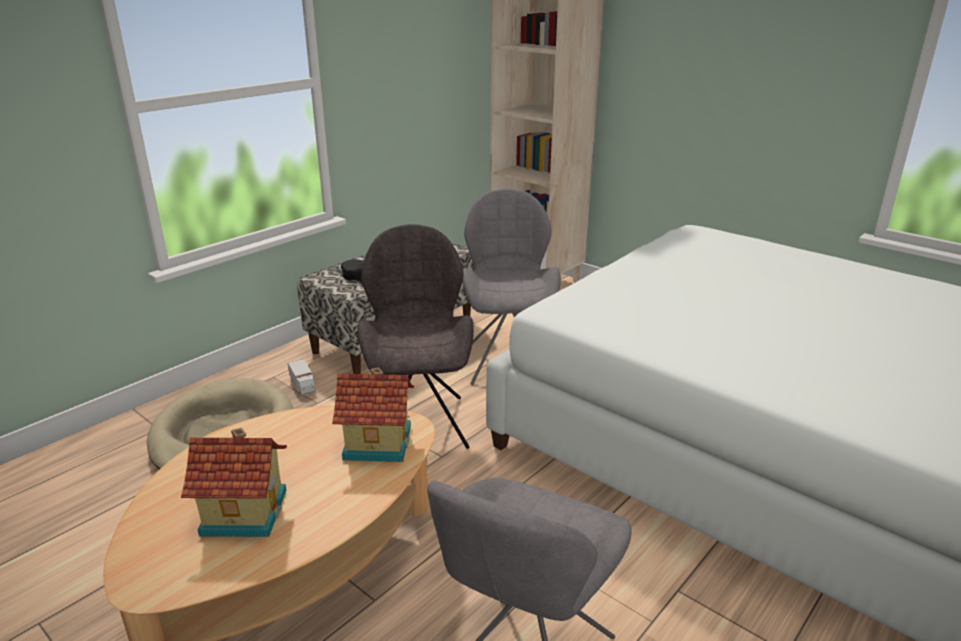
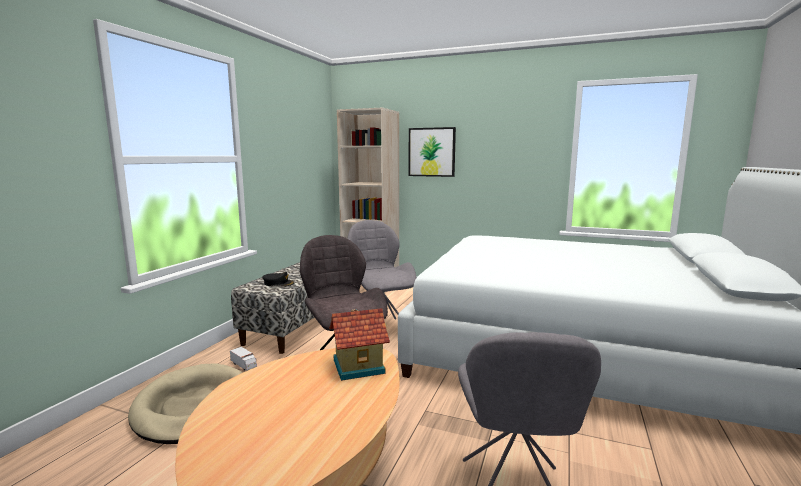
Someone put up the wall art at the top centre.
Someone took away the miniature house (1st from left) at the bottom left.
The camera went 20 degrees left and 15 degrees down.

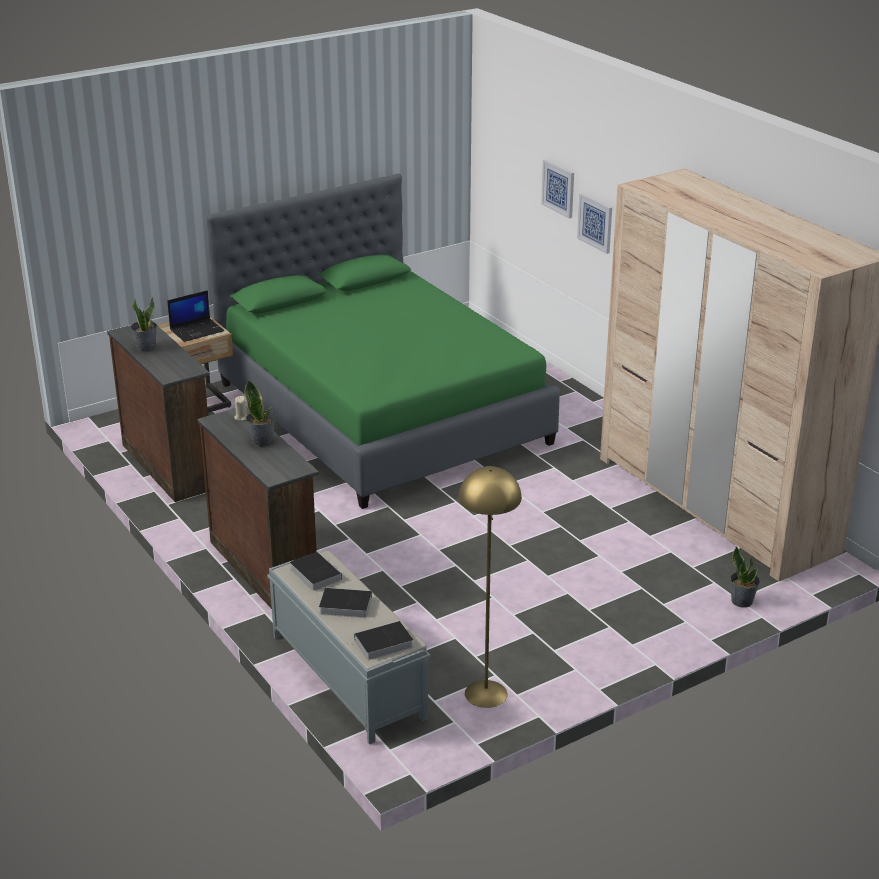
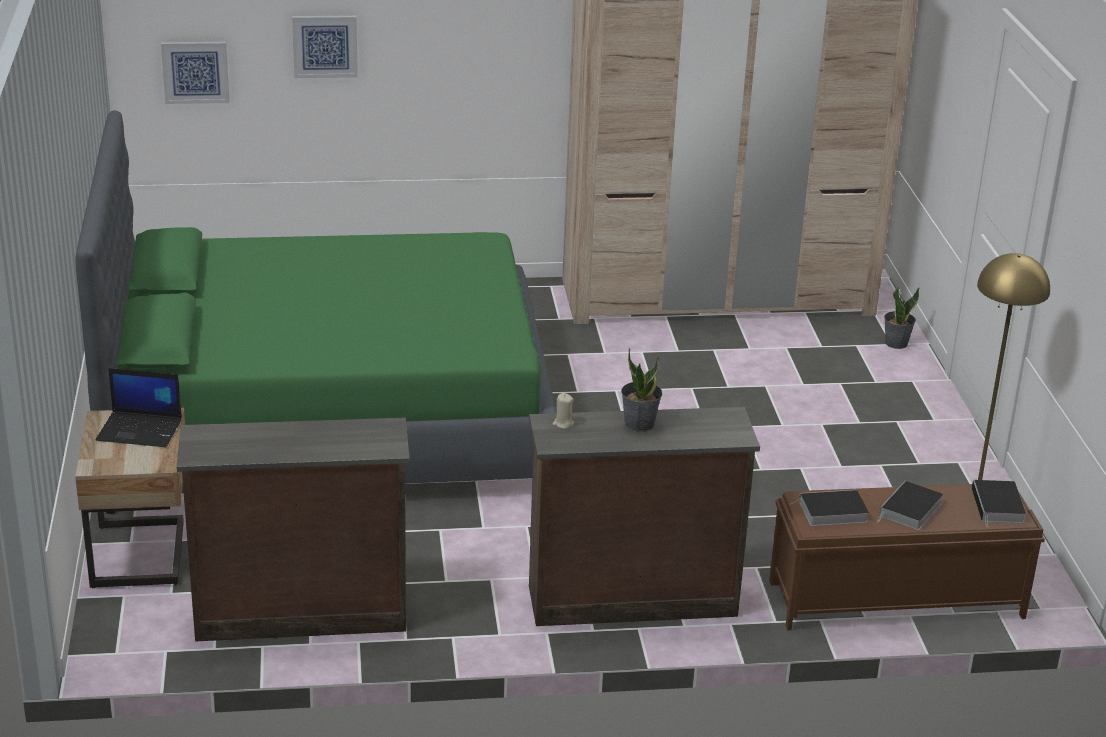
Someone rotated the laptop at the middle left by 105 degrees clockwise.
Someone carried the wall art (2nd from left in the first image) from the top right to the top left.
Someone repainted the greyish bench at the bottom centre, which became the brown-coloured bench at the bottom right.
Someone took away the houseplant (1st from left) at the middle left.
The camera went 65 degrees left and 0 degrees up.

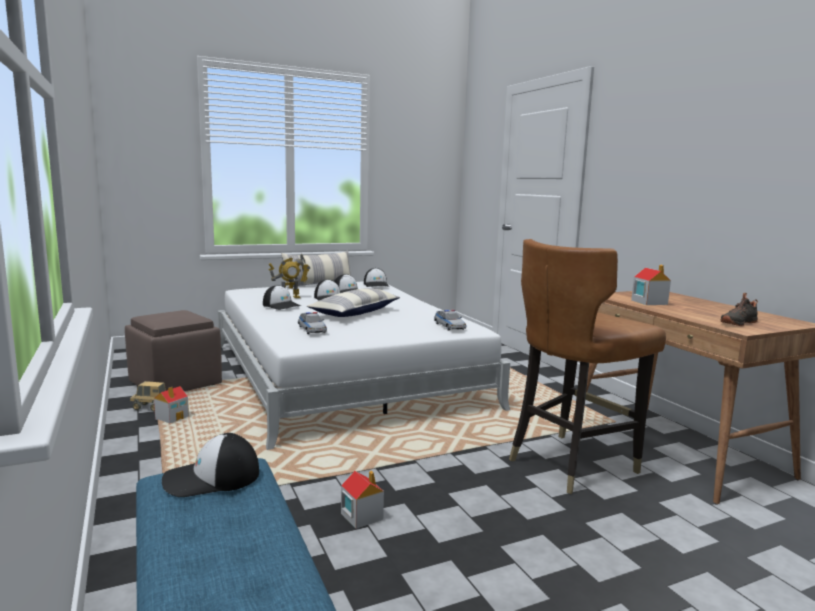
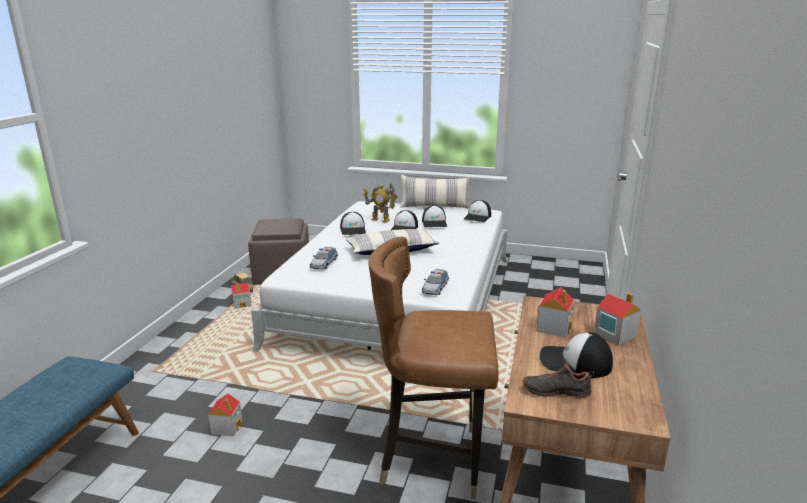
Someone carried the peaked cap (1st from left in the first image) from the bottom left to the bottom right.
Someone put down the miniature house (4th from left) at the middle right.
The camera went 40 degrees right and 10 degrees up.

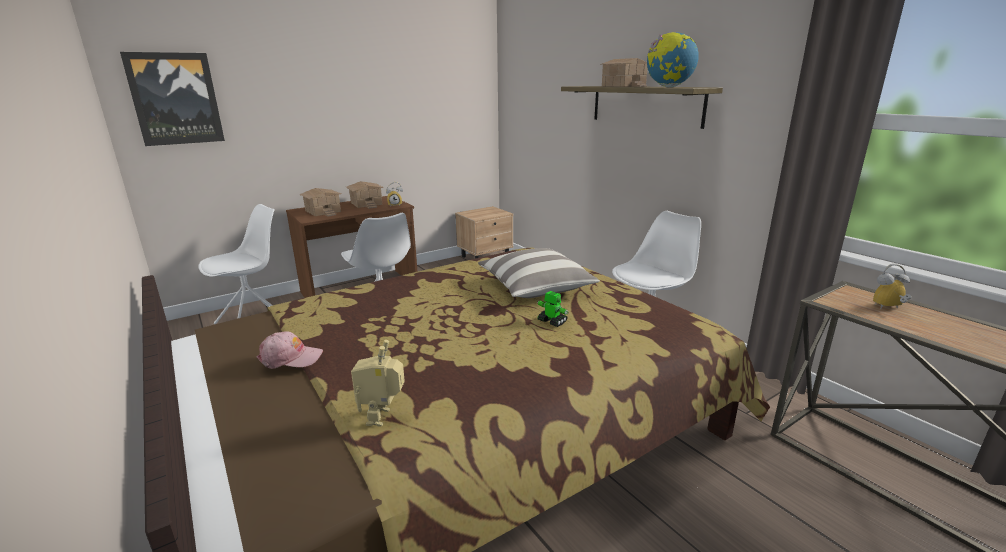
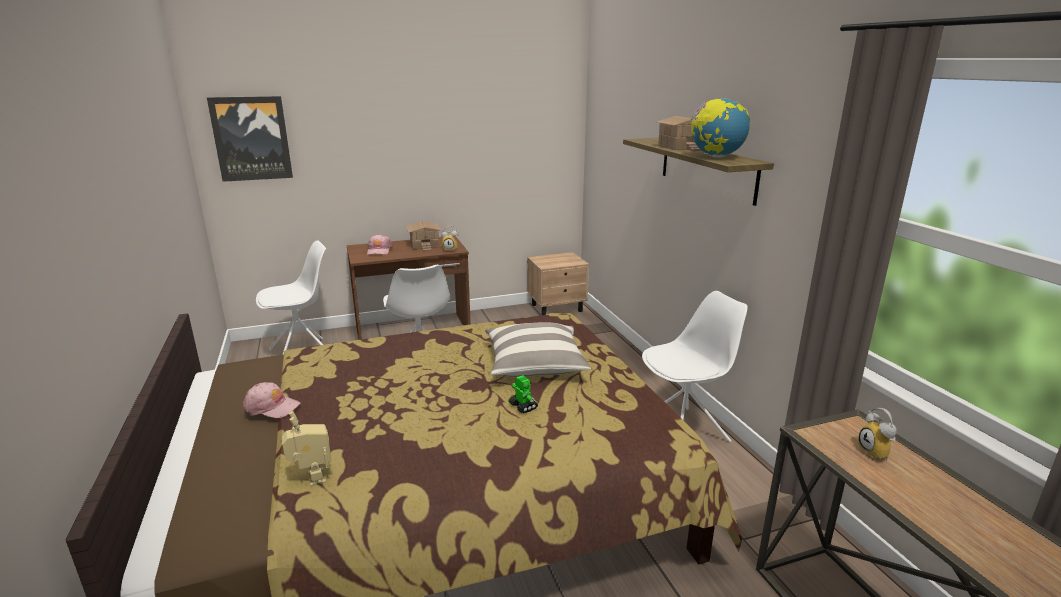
Someone rotated the model robot (1st from left) at the bottom centre by 135 degrees clockwise.
Someone swapped the miniature house (1st from left) at the middle left for the pink-coloured peaked cap (2nd from left) at the centre.
Someone rotated the alarm clock (2nd from left) at the middle right by 105 degrees counterclockwise.
The camera went 15 degrees right and 0 degrees up.

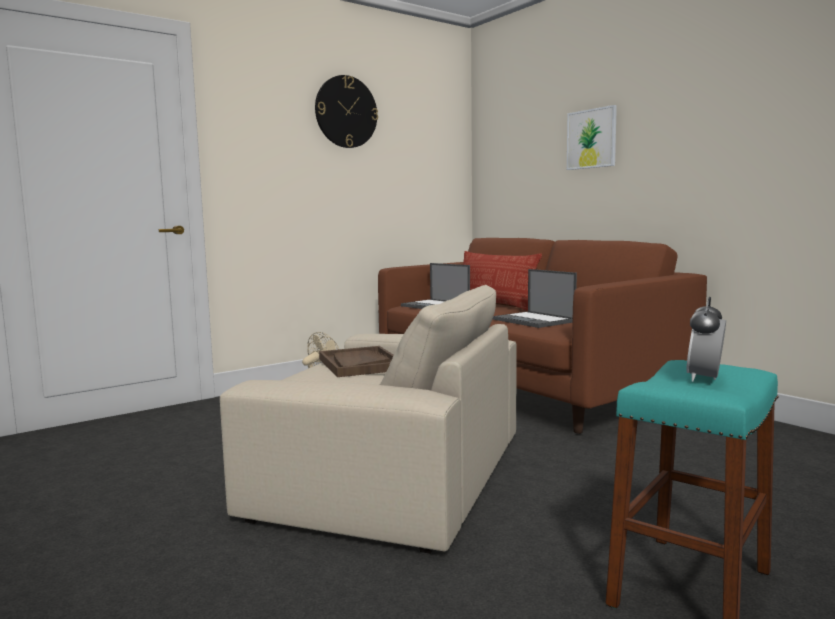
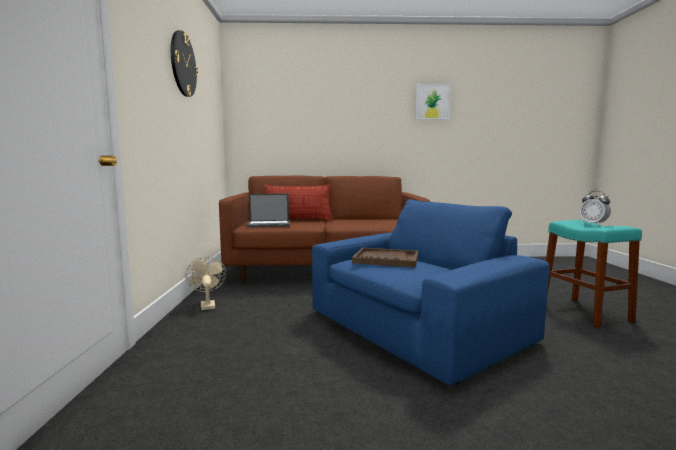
Someone repainted the beige easy chair at the bottom centre, which became the bluish easy chair at the centre.
Someone carried the wall art from the top right to the top centre.
Someone took away the laptop (2nd from left) at the centre.
The camera went 55 degrees left and 0 degrees up.

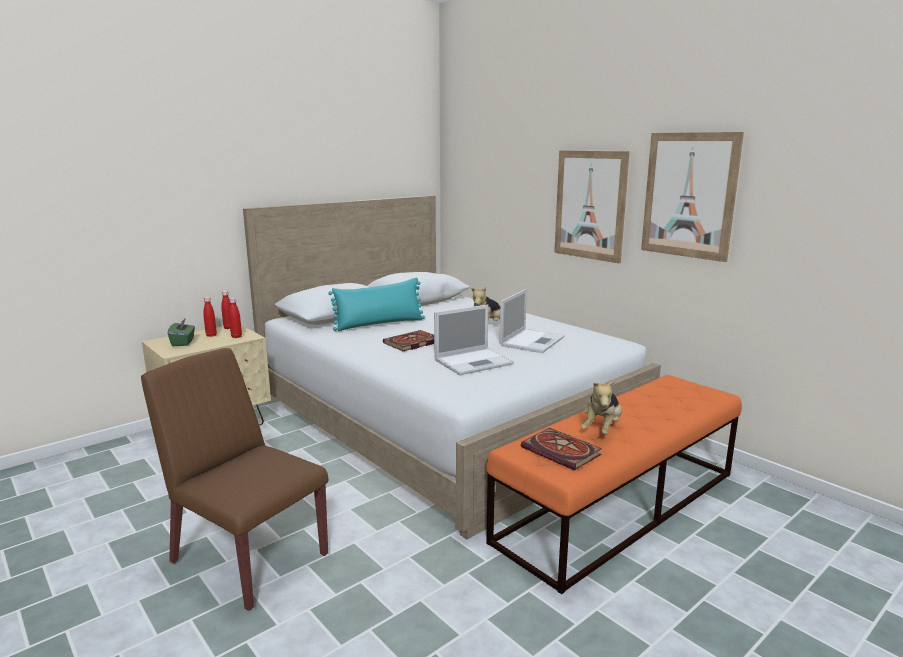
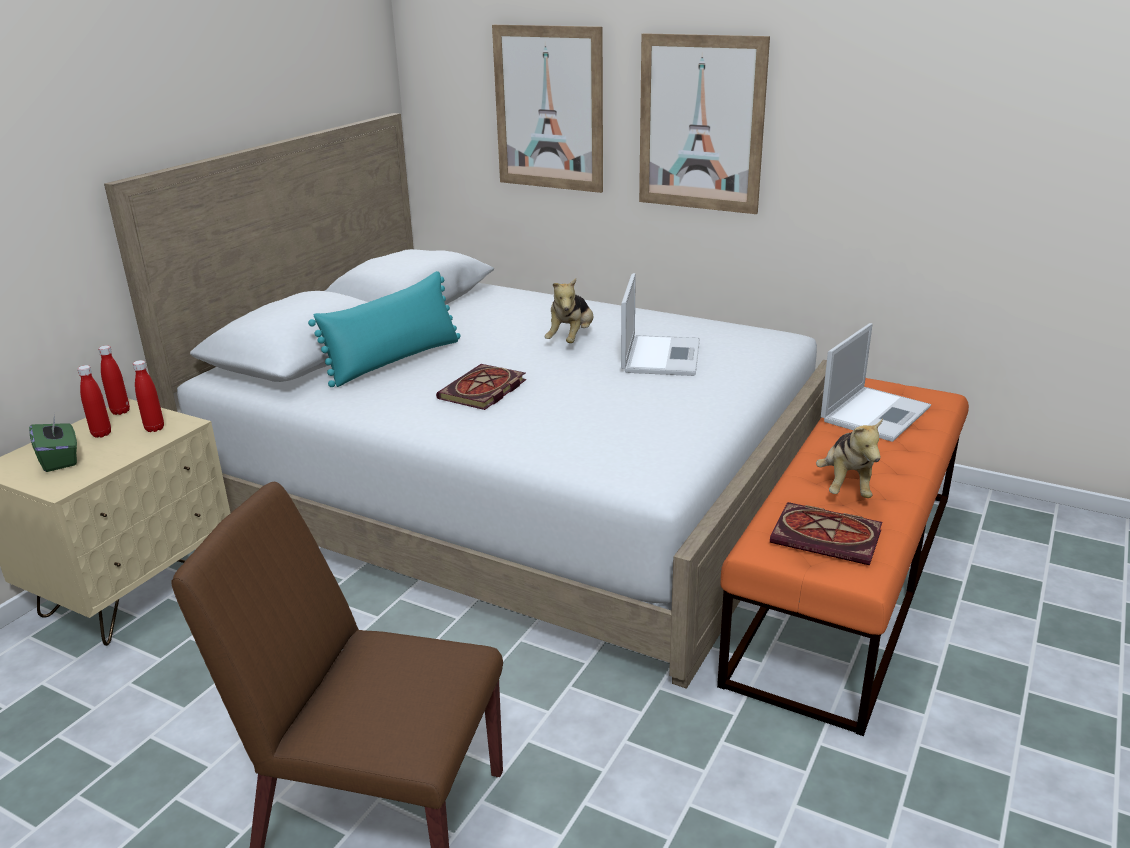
Someone carried the wall art (2nd from left in the first image) from the top right to the top centre.
Someone carried the laptop (1st from left in the first image) from the centre to the middle right.
The camera went 20 degrees left and 10 degrees up.

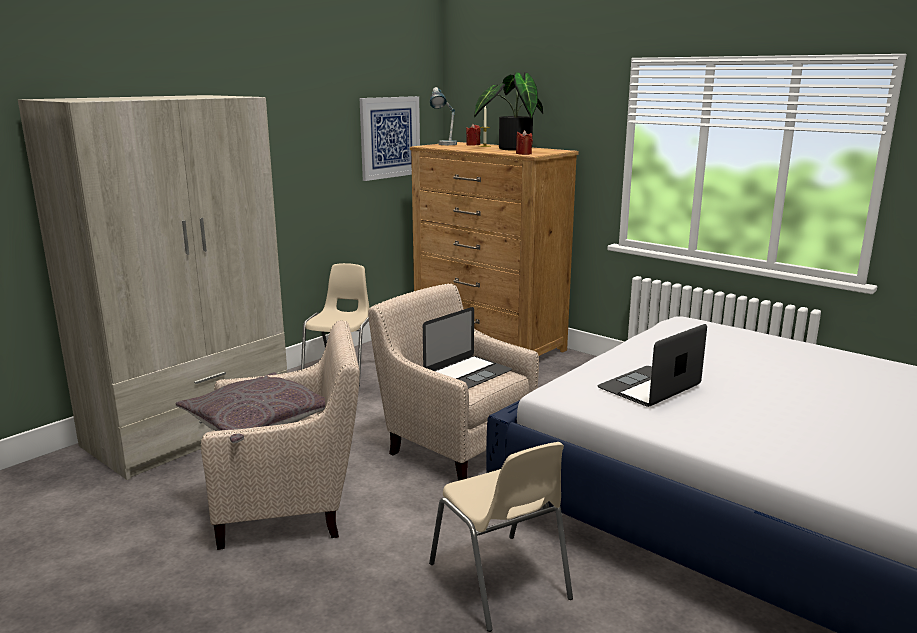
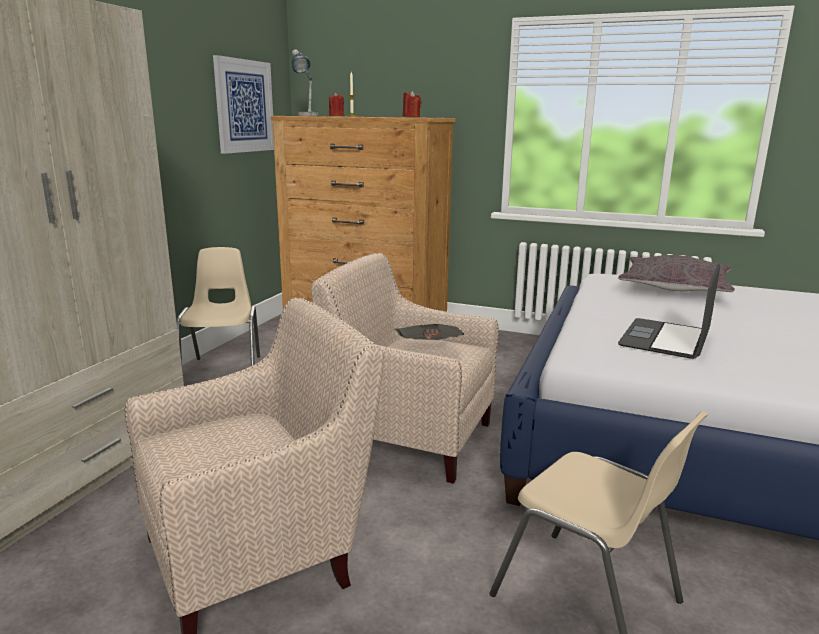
Someone swapped the laptop (1st from left) at the centre for the daily paper at the centre.
Someone carried the greyish pillow from the middle left to the middle right.
Someone took away the houseplant at the top centre.
The camera went 20 degrees left and 0 degrees up.

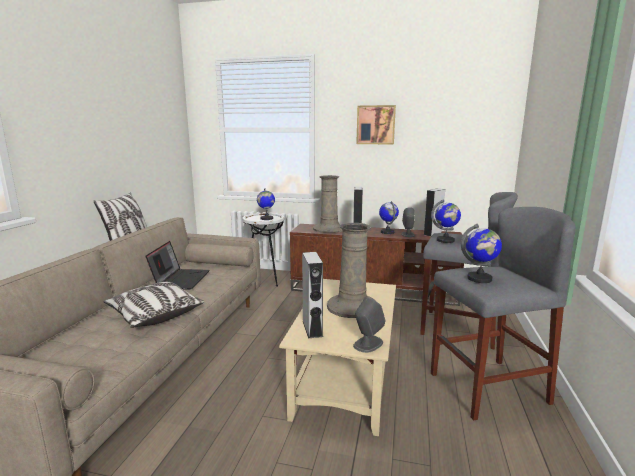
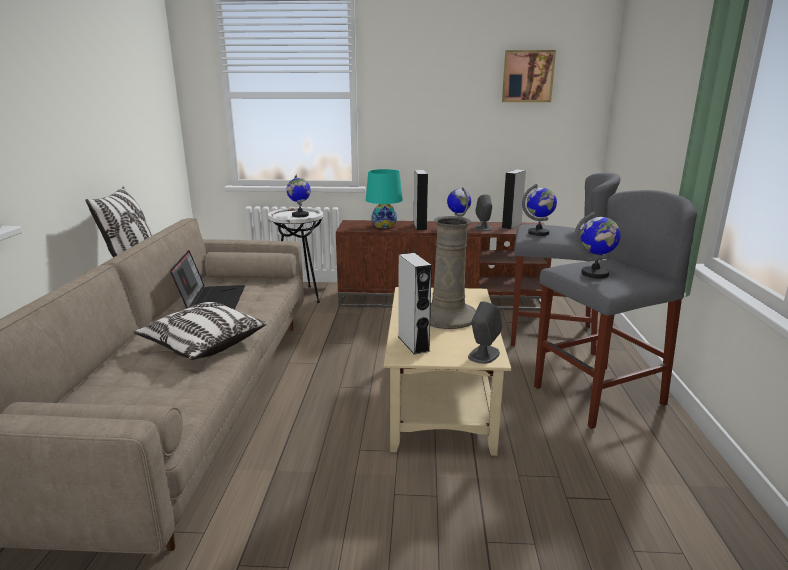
Someone swapped the beige flower vase (1st from left) at the centre for the turquoise-coloured lamp for a table at the centre.
Someone carried the wall art from the top centre to the top right.
The camera went 10 degrees left and 5 degrees up.

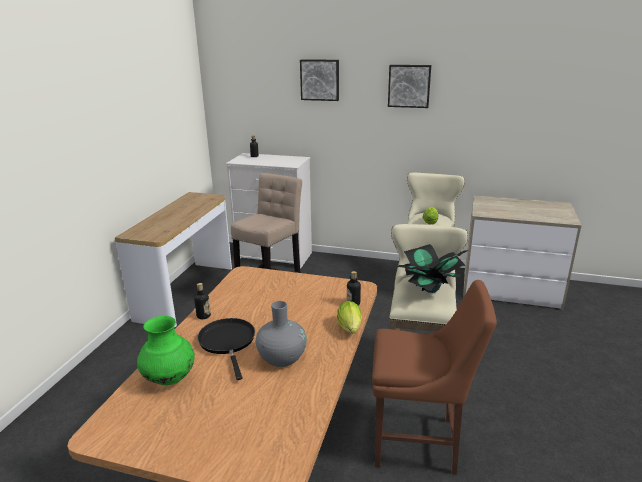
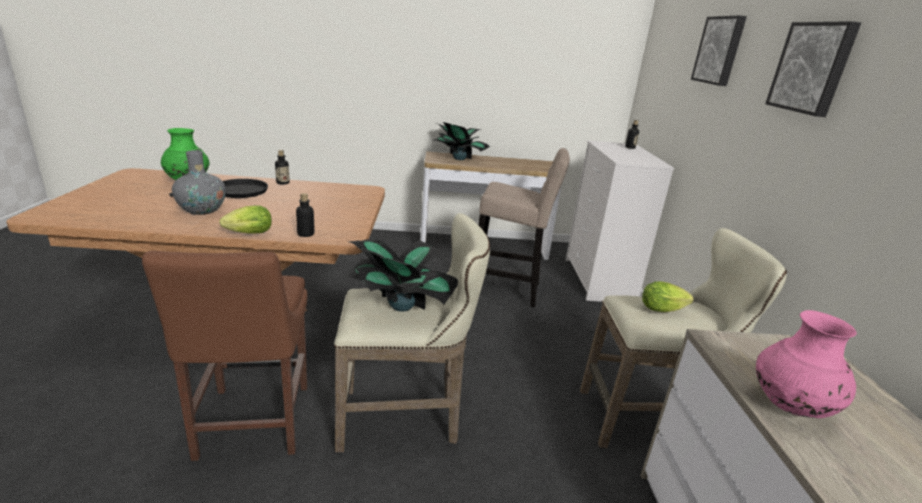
Someone put down the houseplant (2nd from left) at the top centre.
Someone put down the pink-coloured flower vase at the bottom right.
The camera went 70 degrees right and 0 degrees up.

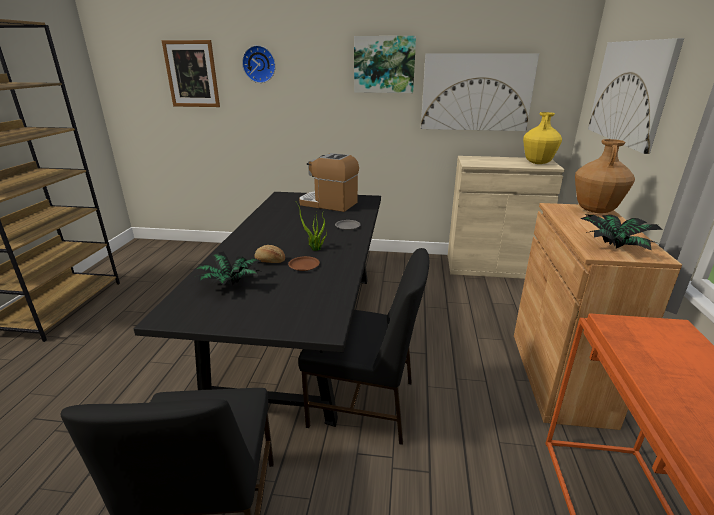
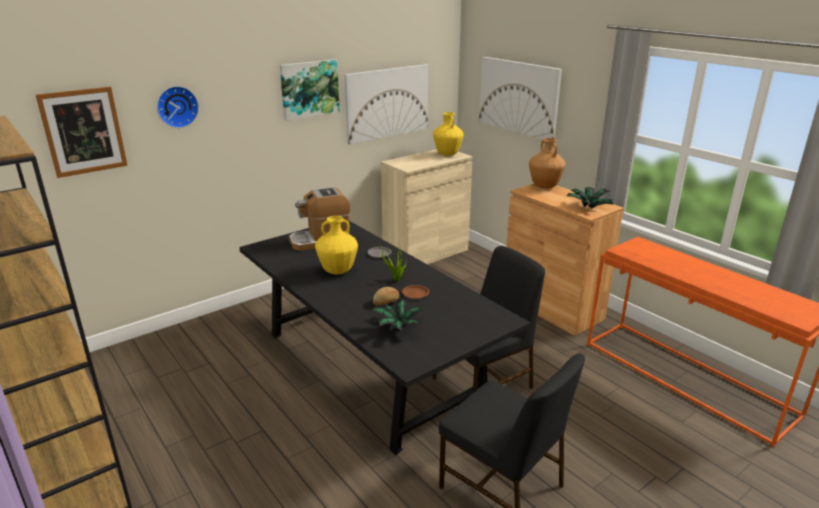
Someone put down the yellow flower vase (1st from left) at the centre.
The camera went 45 degrees left and 0 degrees up.

